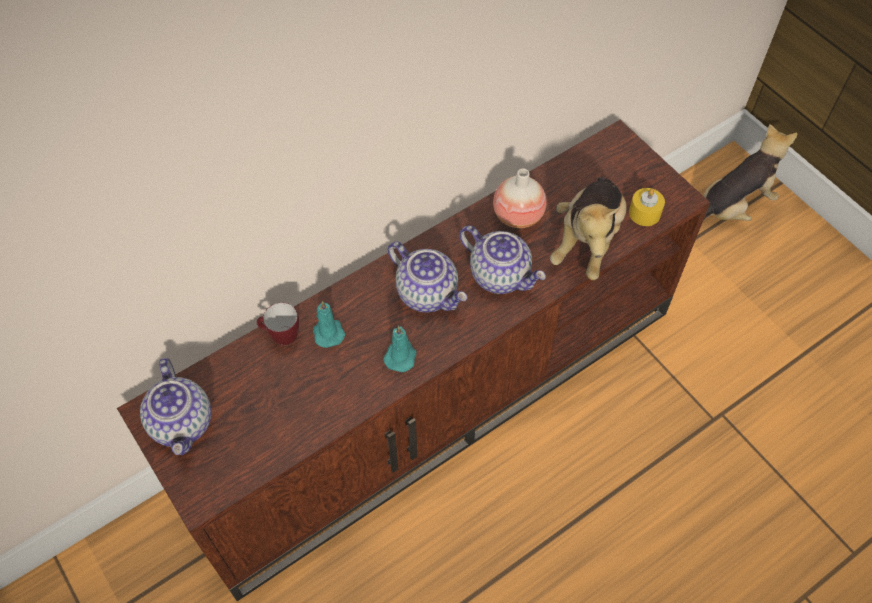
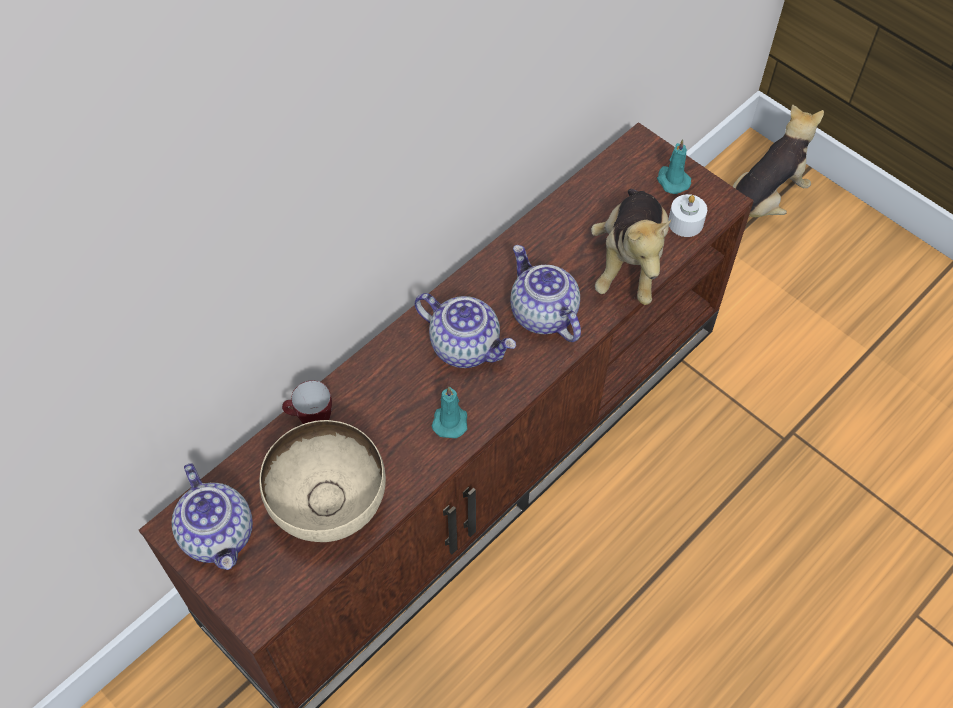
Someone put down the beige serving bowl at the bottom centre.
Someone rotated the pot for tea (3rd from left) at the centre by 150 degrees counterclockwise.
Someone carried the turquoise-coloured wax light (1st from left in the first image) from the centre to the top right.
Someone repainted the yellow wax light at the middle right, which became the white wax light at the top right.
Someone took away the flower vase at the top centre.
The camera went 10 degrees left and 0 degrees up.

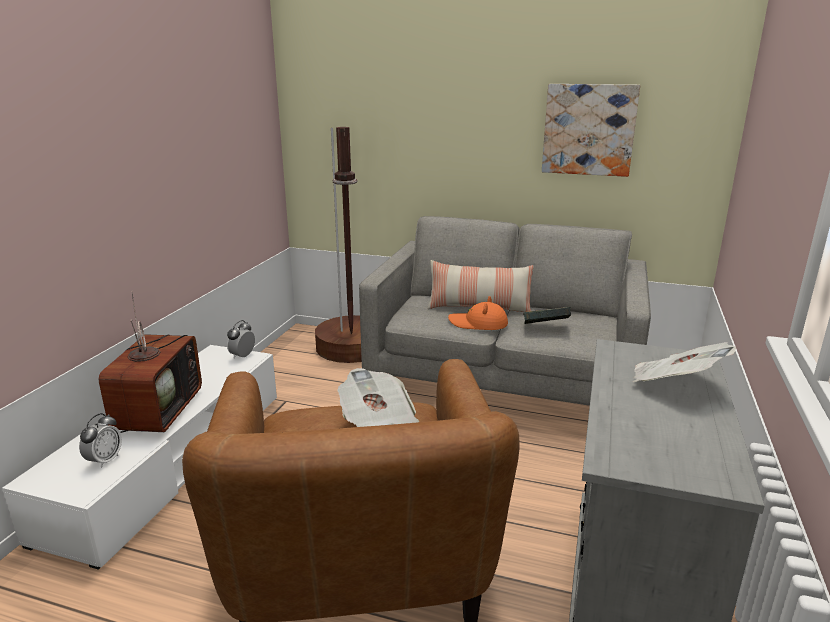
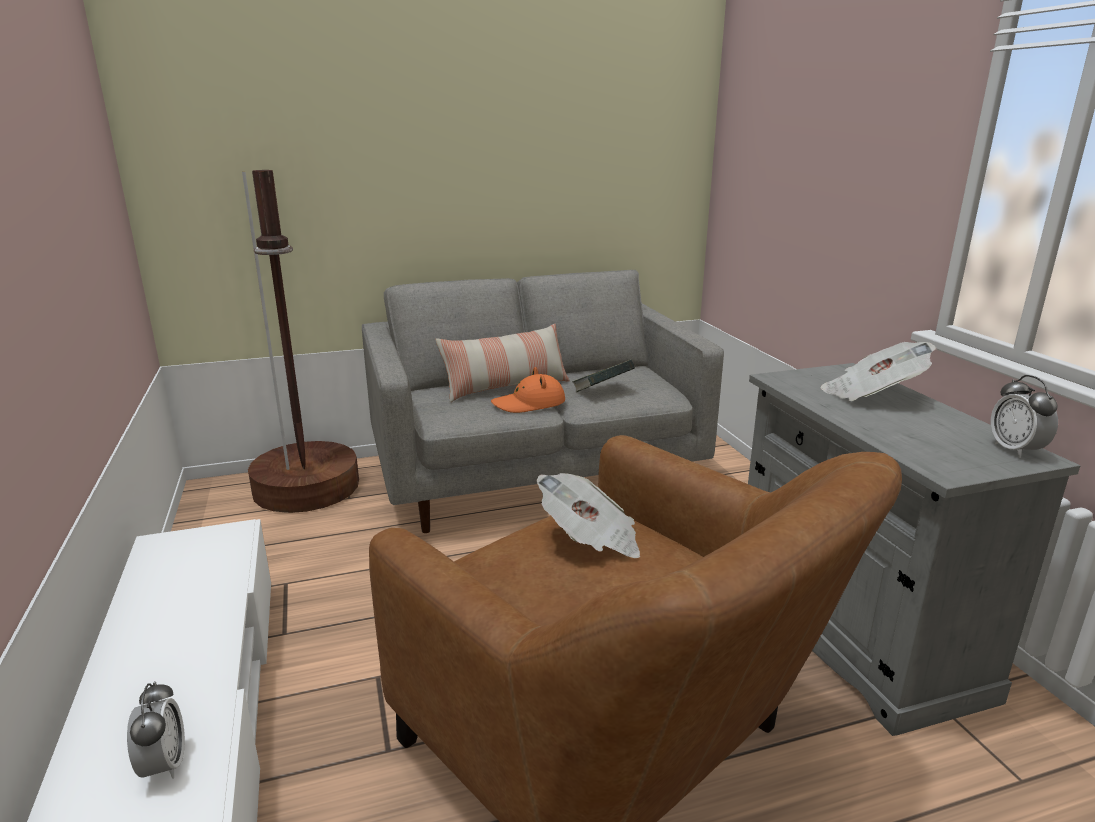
Someone carried the alarm clock (2nd from left) from the middle left to the middle right.
Someone took away the TV set at the middle left.
Someone took away the wall art at the top right.
The camera went 35 degrees left and 0 degrees up.

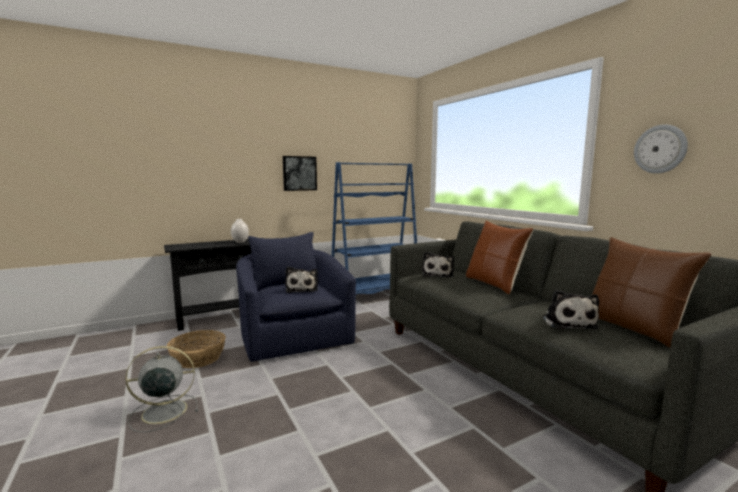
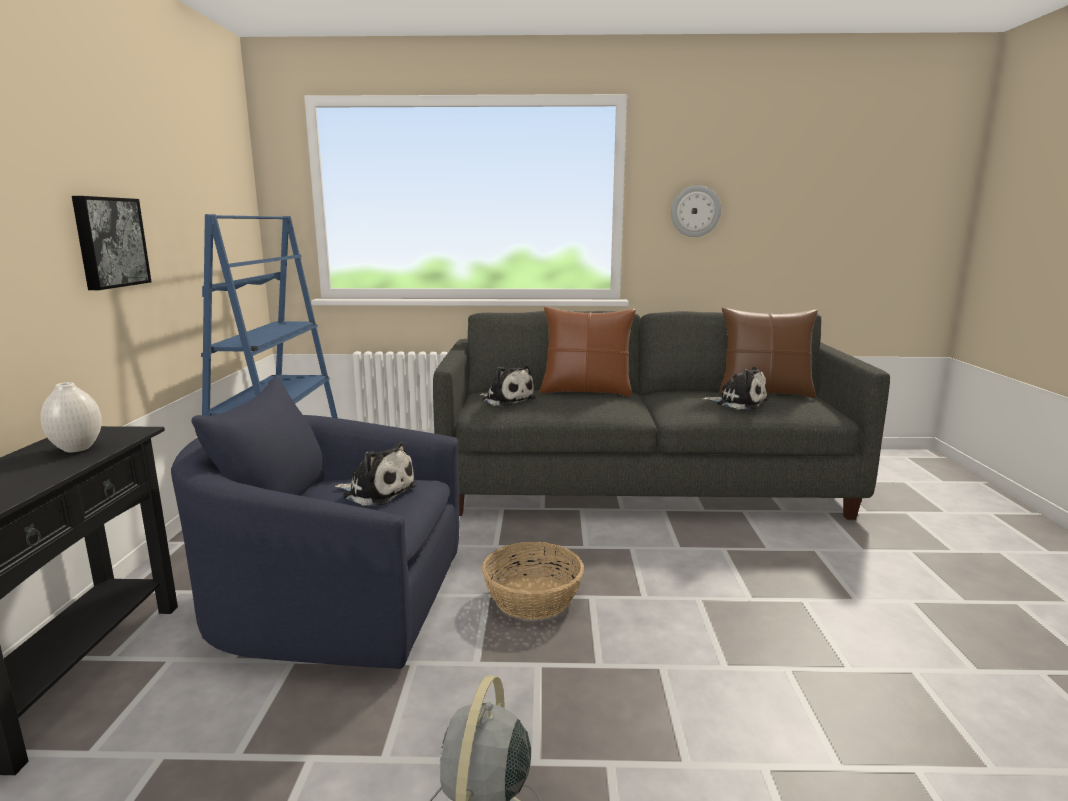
Someone carried the basket from the bottom left to the bottom centre.
The camera went 60 degrees left and 5 degrees up.

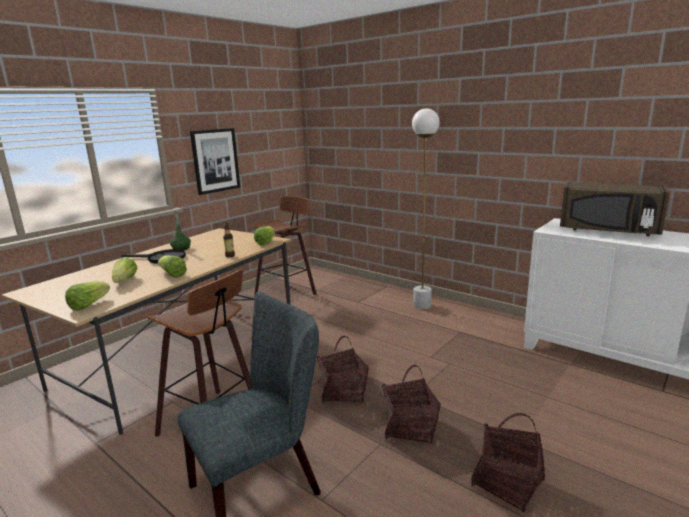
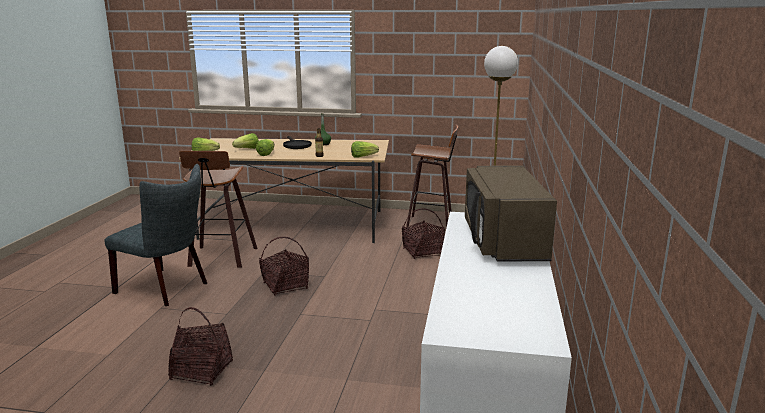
Someone carried the basket (2nd from left in the first image) from the bottom centre to the centre.
Someone took away the wall art at the top left.
The camera went 60 degrees right and 0 degrees up.

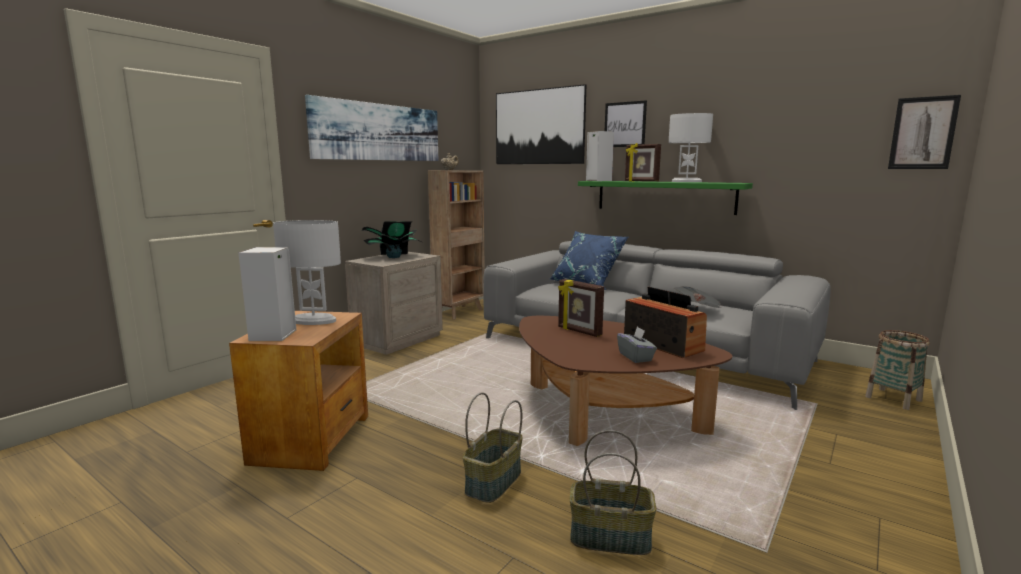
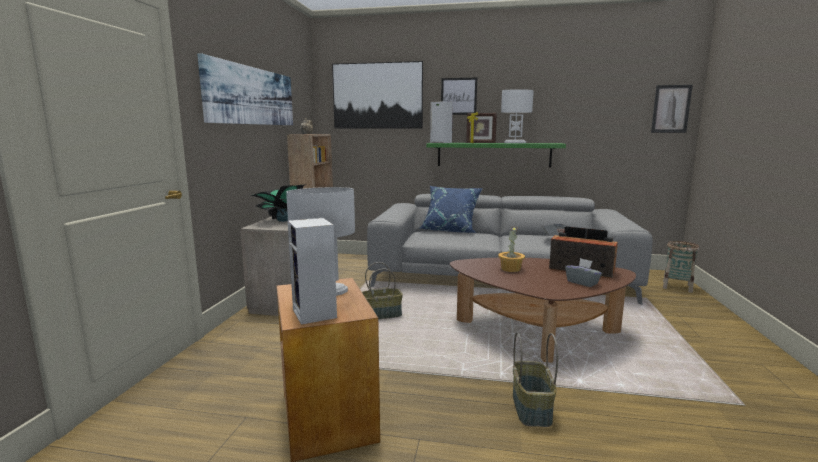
Someone carried the basket (2nd from left in the first image) from the bottom centre to the centre.
Someone swapped the standing frame (1st from left) at the centre for the houseplant (2nd from left) at the centre.
The camera went 25 degrees left and 0 degrees up.

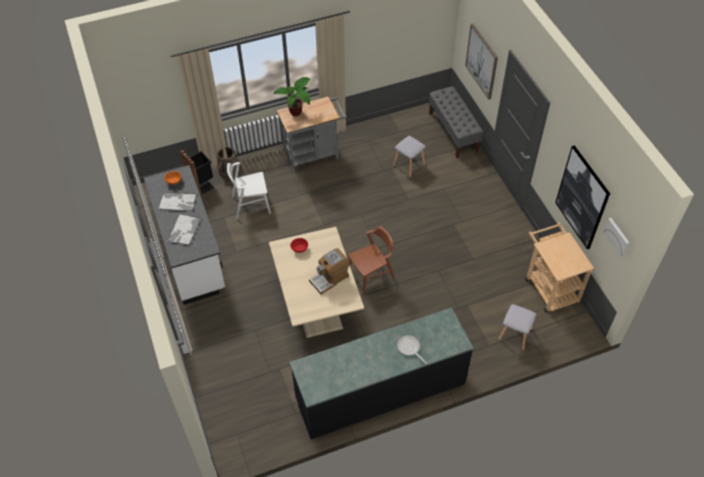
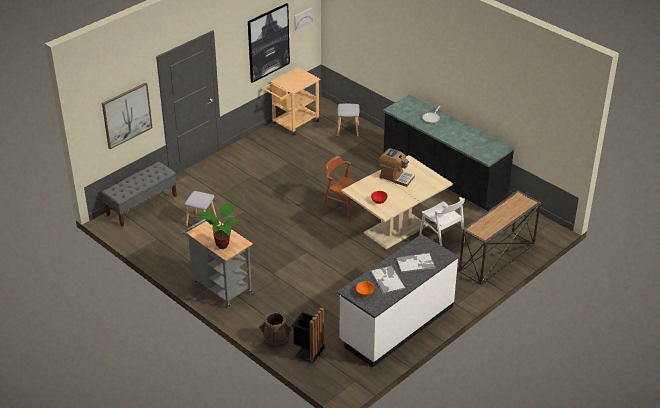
Someone carried the white chair from the centre to the middle right.
Someone put down the narrow table at the middle right.
The camera went 115 degrees left and 15 degrees down.

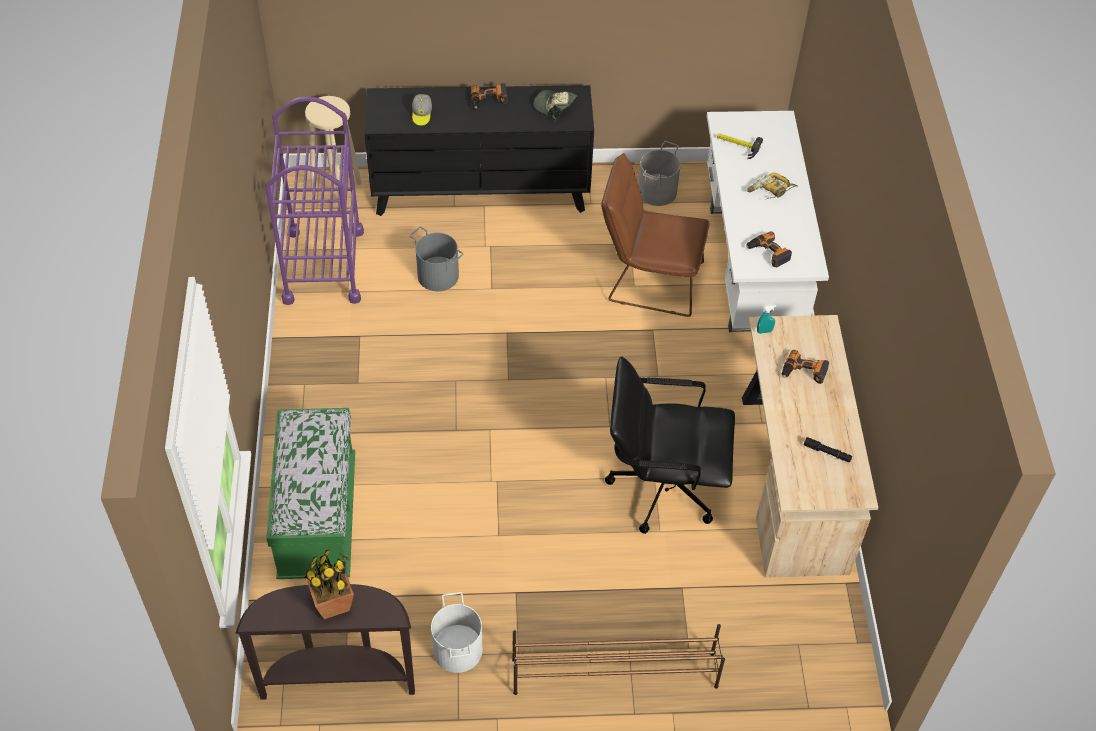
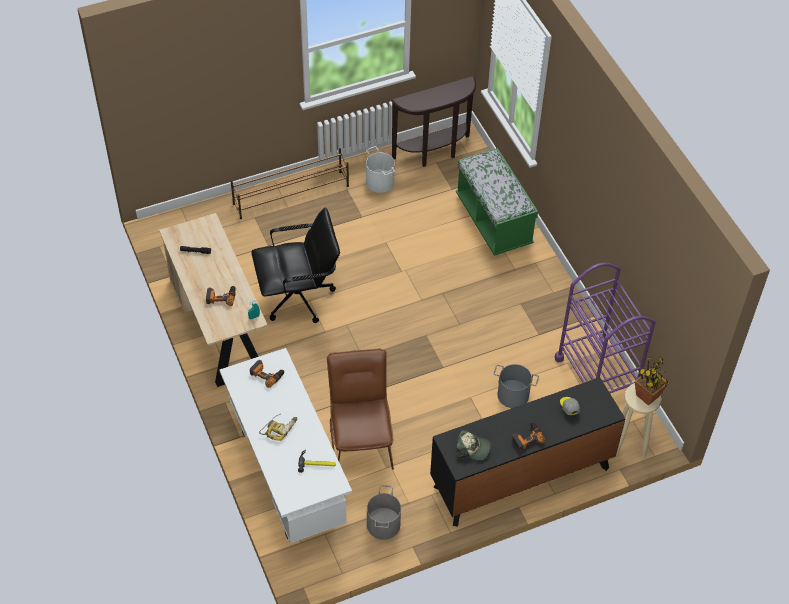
Someone rotated the brown-coloured chair at the top centre by 90 degrees counterclockwise.
Someone carried the houseplant from the bottom left to the middle right.
The camera went 160 degrees right and 0 degrees up.

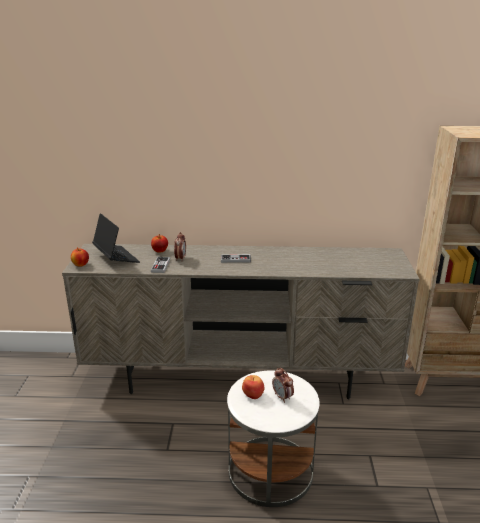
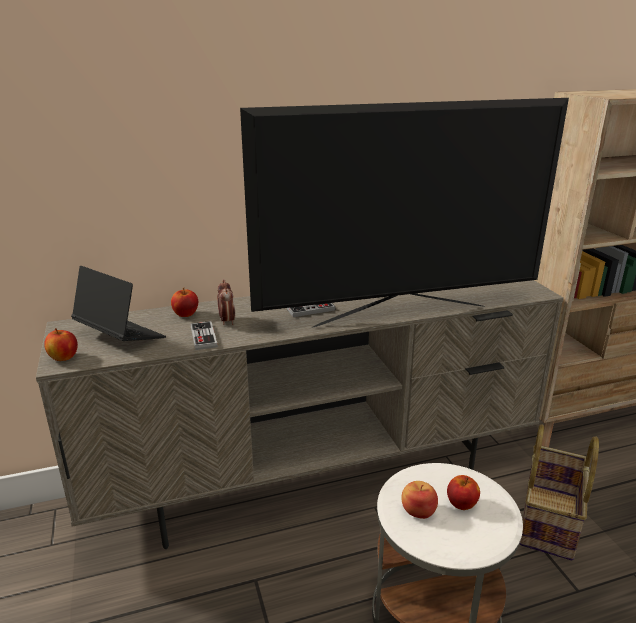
Someone put down the TV set at the centre.
Someone swapped the alarm clock (2nd from left) at the bottom centre for the apple (4th from left) at the bottom right.
Someone put down the basket at the bottom right.
The camera went 20 degrees left and 0 degrees up.

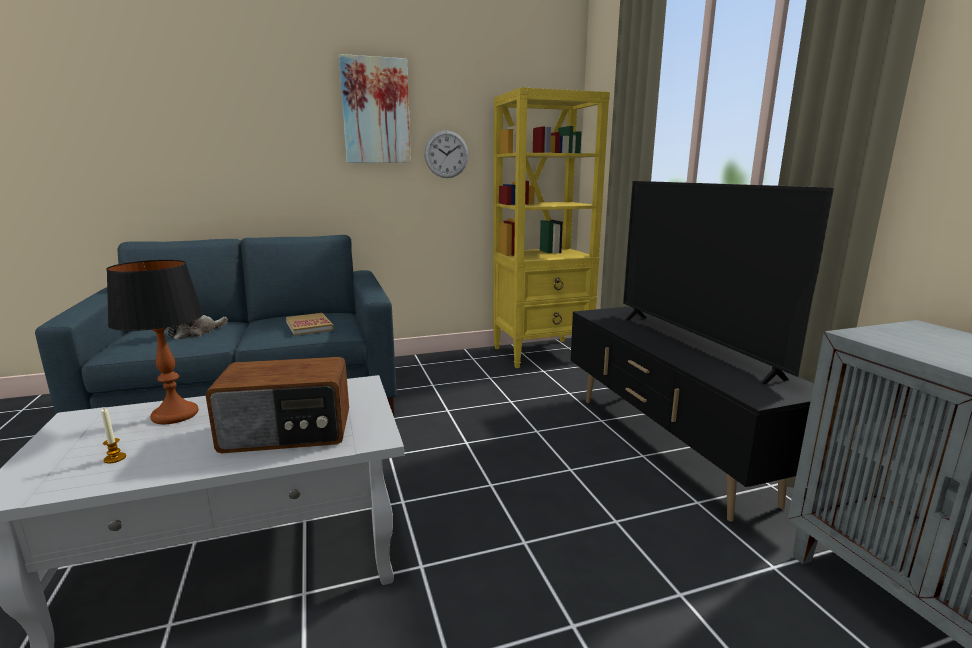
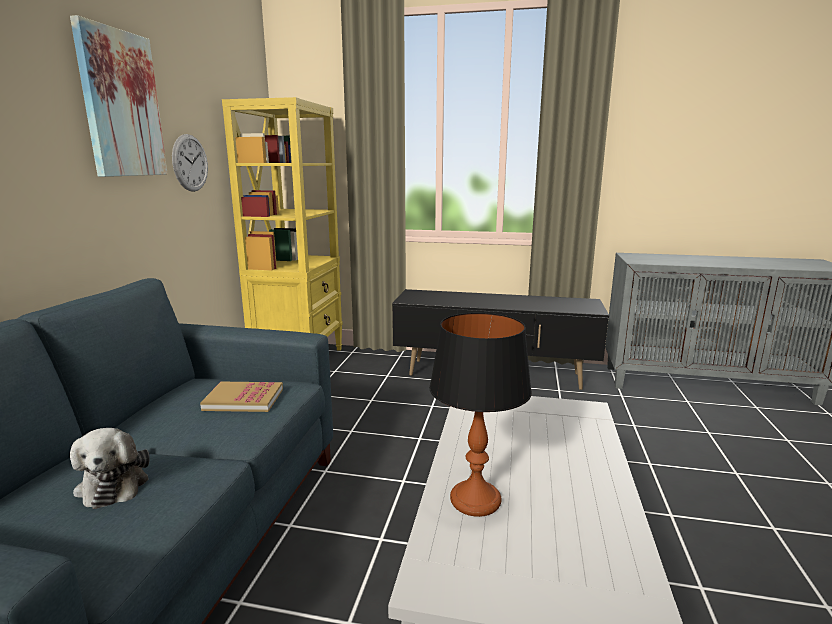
Someone took away the wax light at the bottom left.
Someone took away the radio set at the middle left.
Someone took away the TV set at the middle right.
The camera went 60 degrees left and 0 degrees up.

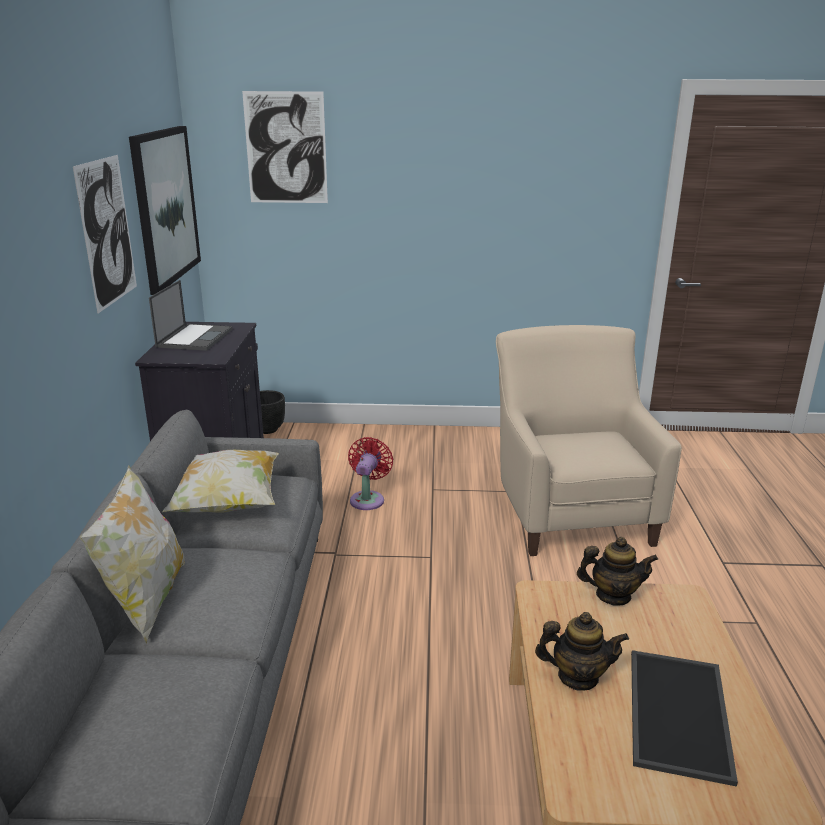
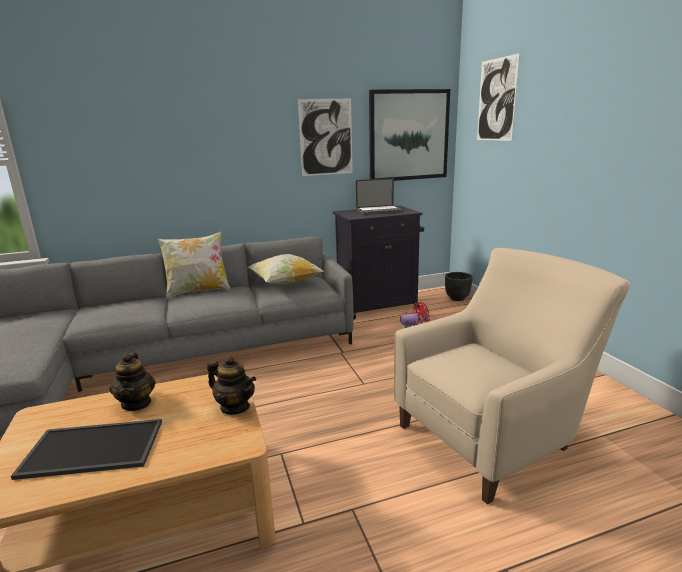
Someone rotated the pot for tea (2nd from left) at the bottom right by 45 degrees counterclockwise.
The camera went 70 degrees right and 5 degrees down.

